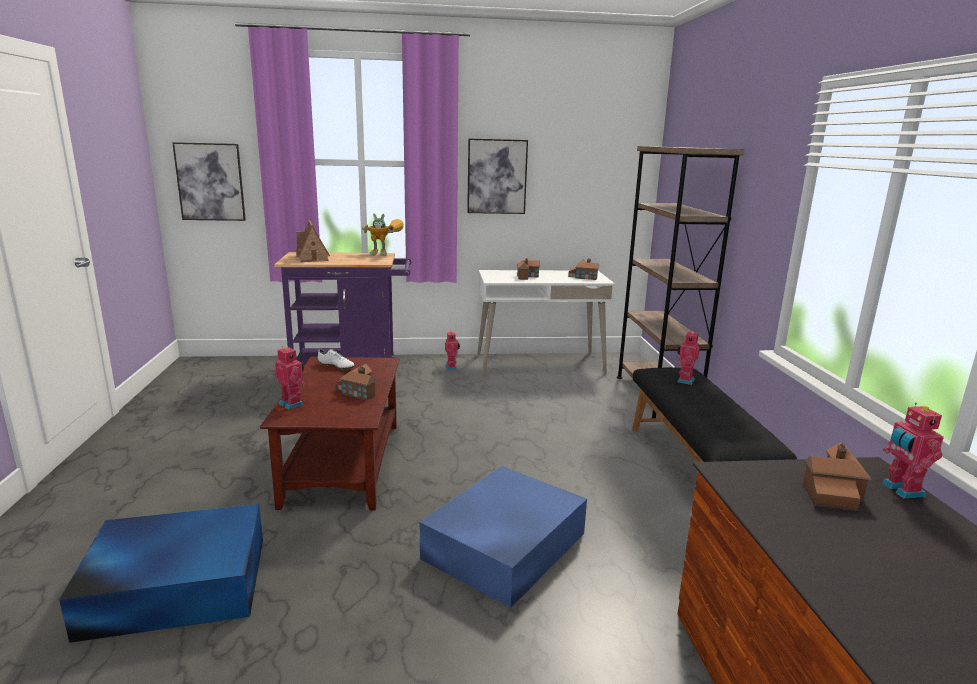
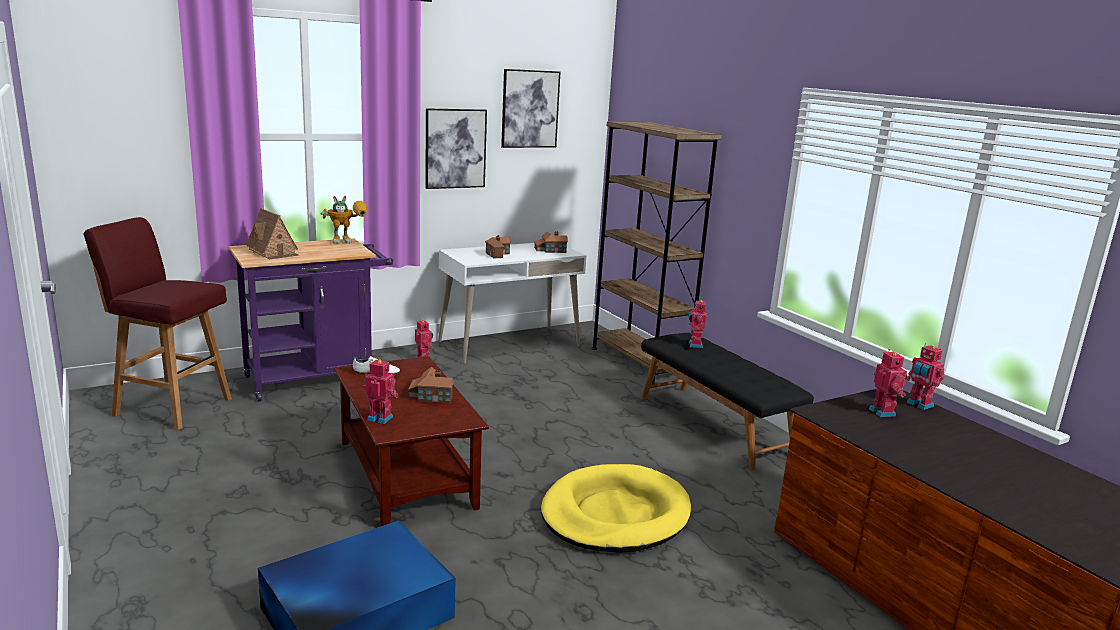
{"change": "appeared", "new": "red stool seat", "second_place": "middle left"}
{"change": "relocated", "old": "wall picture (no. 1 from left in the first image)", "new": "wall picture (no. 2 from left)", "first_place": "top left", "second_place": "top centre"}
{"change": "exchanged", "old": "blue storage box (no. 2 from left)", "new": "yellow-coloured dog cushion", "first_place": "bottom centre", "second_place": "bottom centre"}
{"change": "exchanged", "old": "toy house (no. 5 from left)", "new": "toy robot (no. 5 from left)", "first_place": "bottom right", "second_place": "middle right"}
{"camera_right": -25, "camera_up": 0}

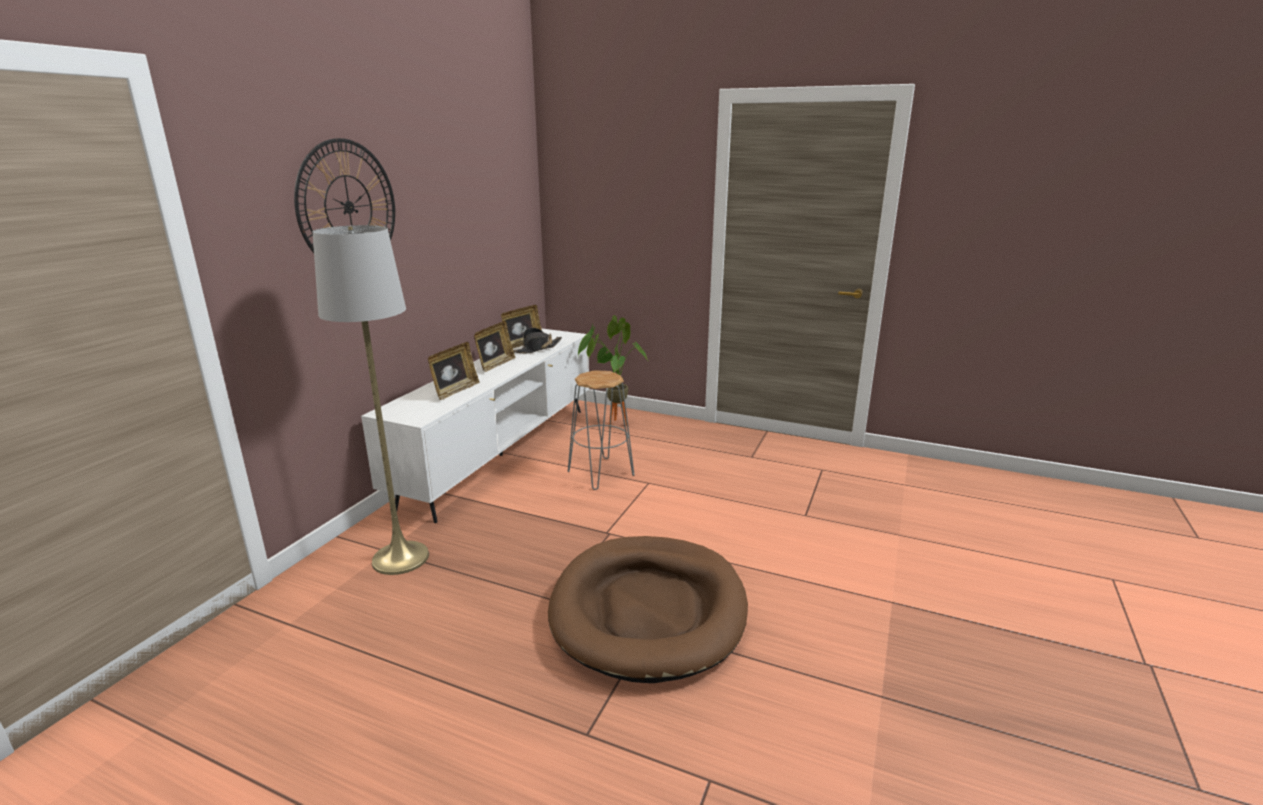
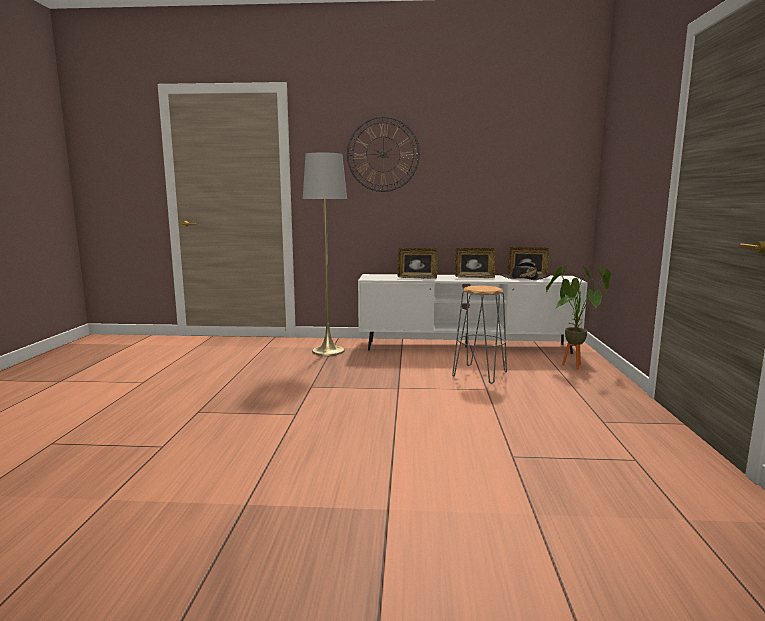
{"change": "missing", "old": "brown-coloured dog cushion", "first_place": "bottom centre"}
{"camera_right": 70, "camera_up": -10}

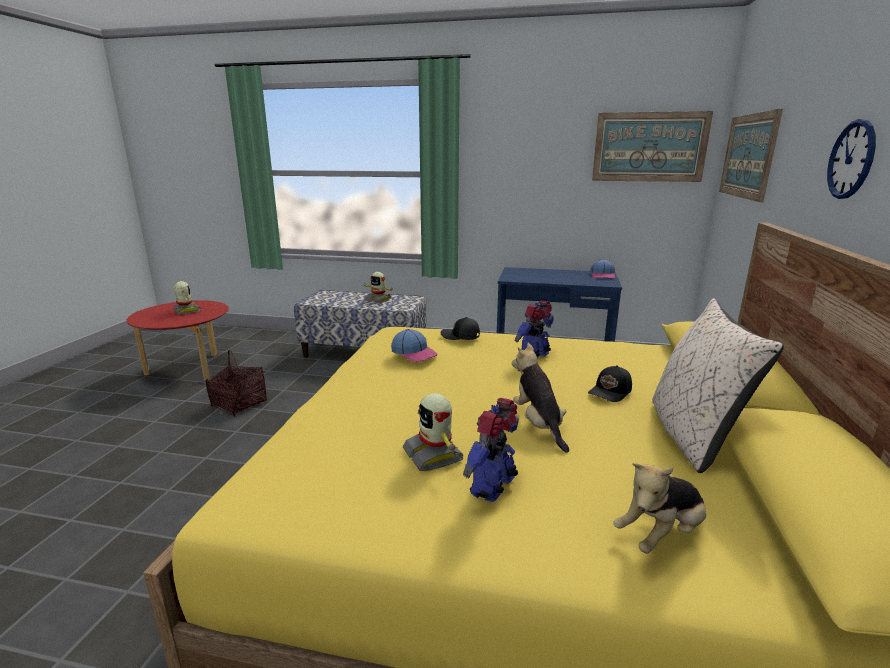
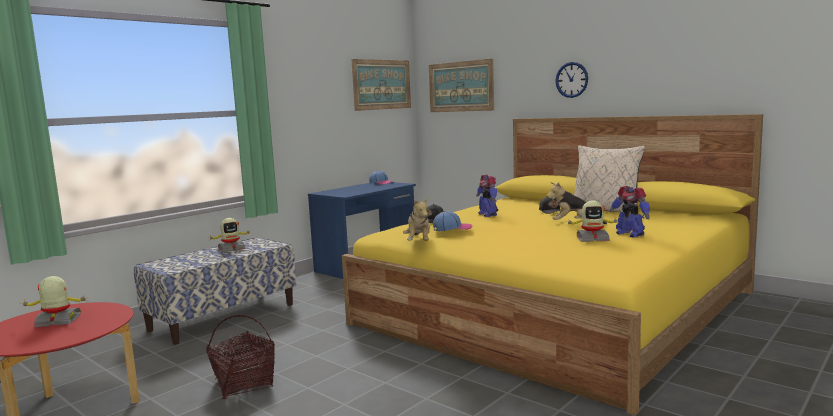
{"change": "relocated", "old": "soft toy (no. 2 from left in the first image)", "new": "soft toy (no. 1 from left)", "first_place": "bottom right", "second_place": "centre"}
{"camera_right": -60, "camera_up": -10}

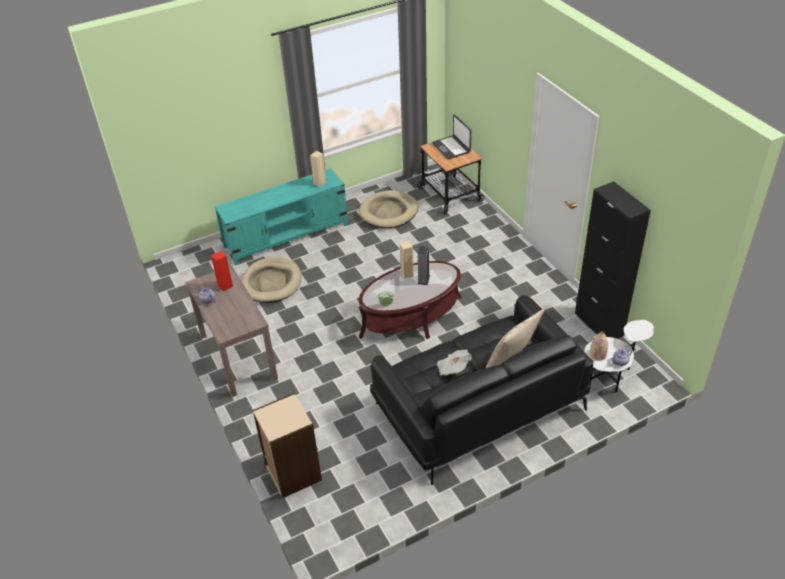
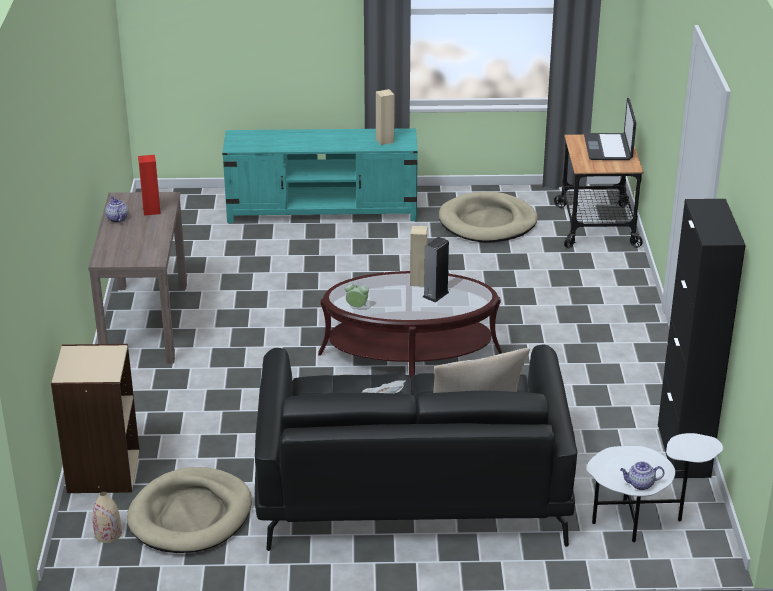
{"change": "relocated", "old": "beige dog cushion (no. 1 from left)", "first_place": "centre", "second_place": "bottom left"}
{"change": "relocated", "old": "beige vase", "first_place": "middle right", "second_place": "bottom left"}
{"camera_right": 25, "camera_up": -10}

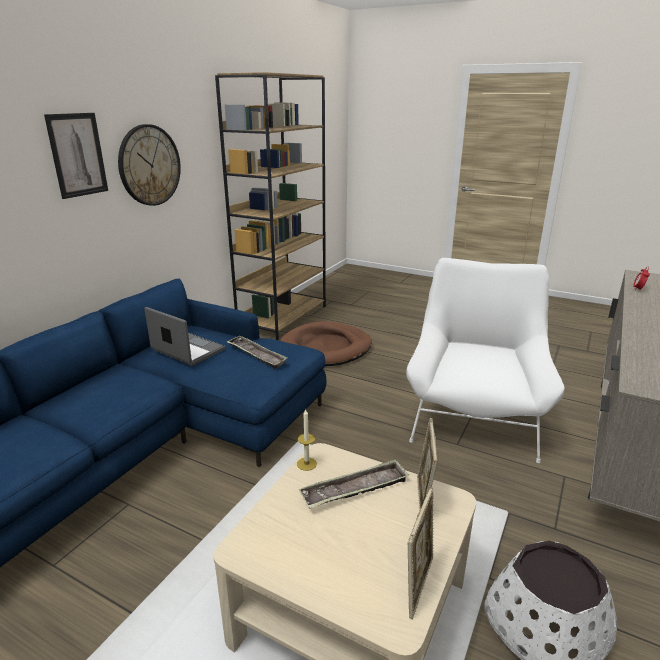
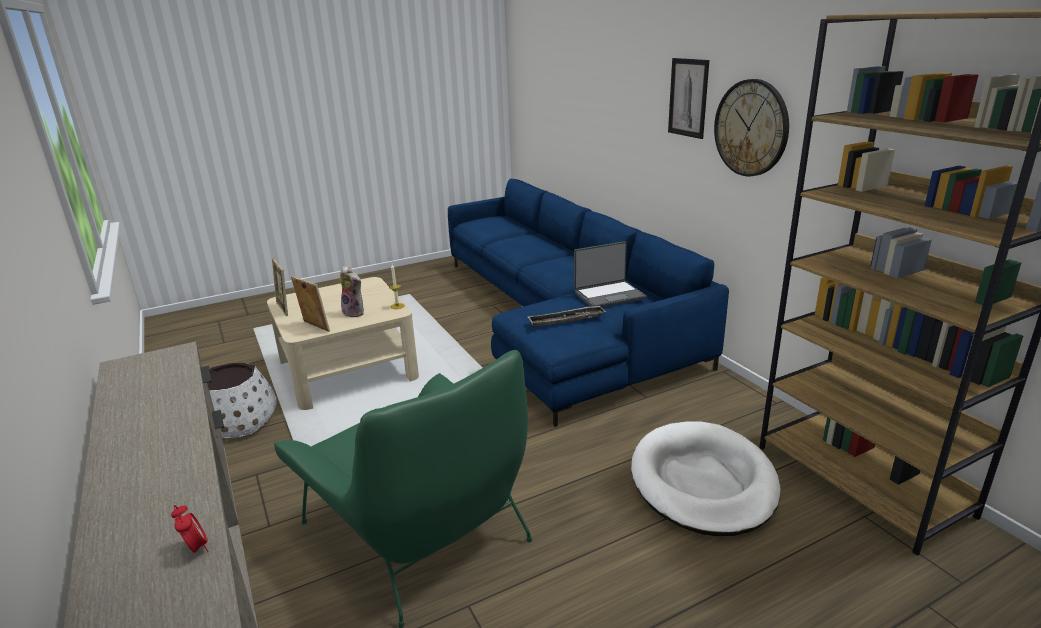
{"change": "exchanged", "old": "carrying tray (no. 2 from left)", "new": "soft toy", "first_place": "bottom centre", "second_place": "centre"}
{"change": "colour", "old": "brown-coloured dog cushion", "new": "white dog cushion", "first_place": "centre", "second_place": "bottom right"}
{"change": "colour", "old": "white armchair", "new": "green-coloured armchair", "first_place": "middle right", "second_place": "bottom centre"}
{"camera_right": 125, "camera_up": 0}

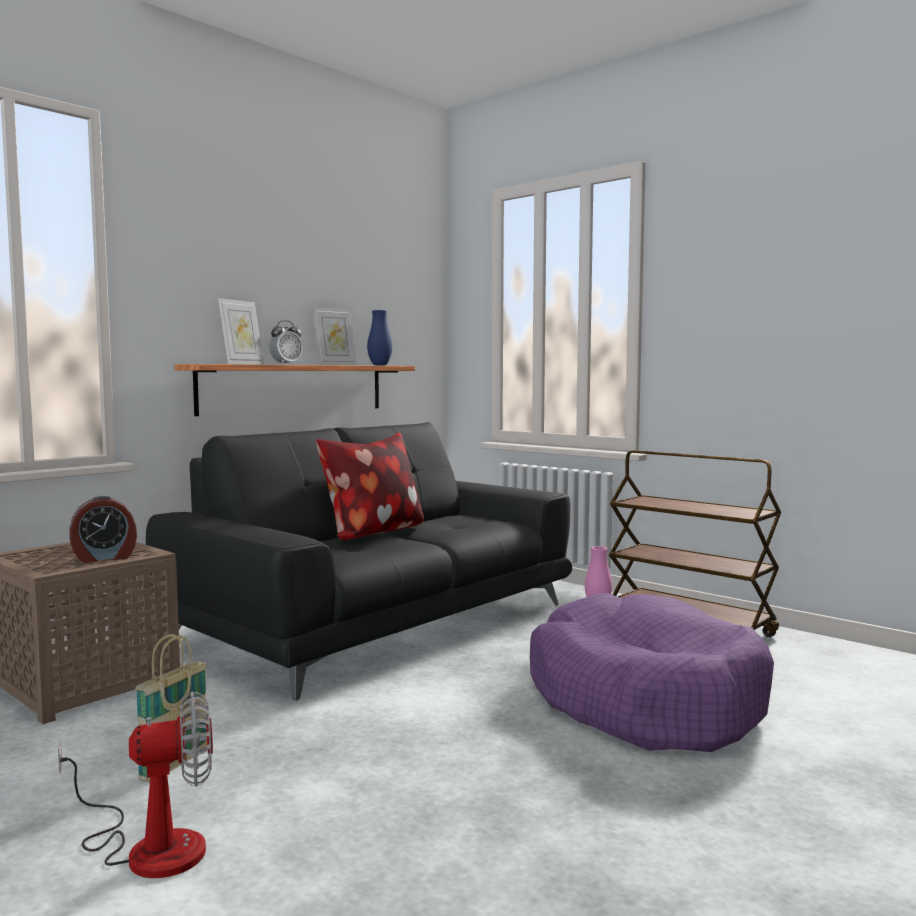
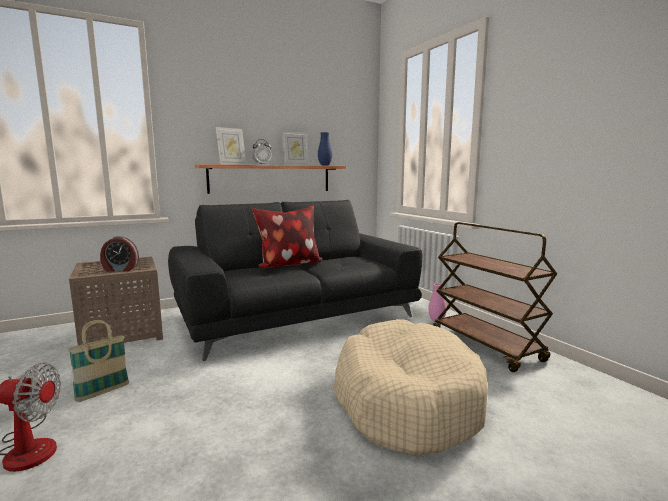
{"change": "colour", "old": "purple-coloured dog cushion", "new": "beige dog cushion", "first_place": "bottom right", "second_place": "bottom centre"}
{"camera_right": 20, "camera_up": 5}

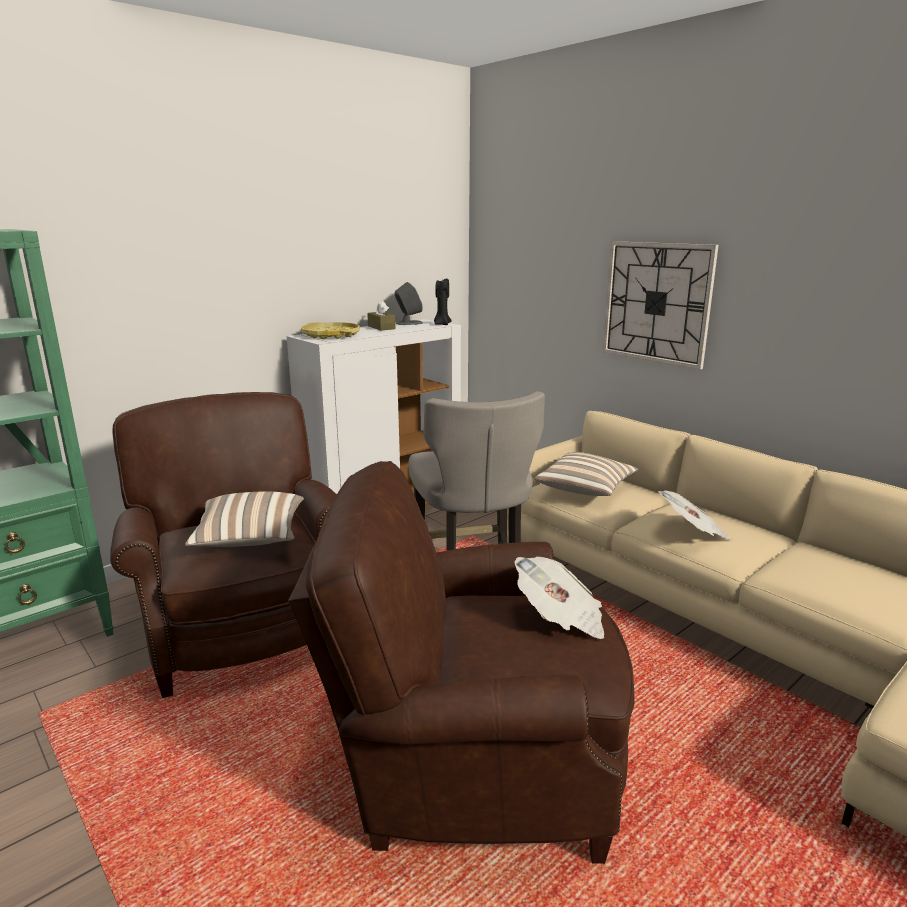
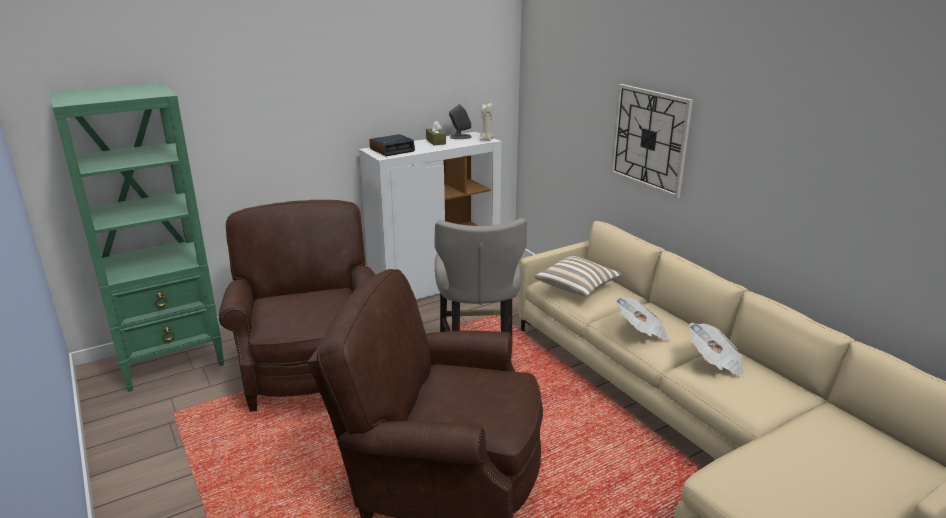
{"change": "missing", "old": "throw pillow (no. 1 from left)", "first_place": "middle left"}
{"change": "relocated", "old": "newspaper (no. 1 from left in the first image)", "new": "newspaper (no. 2 from left)", "first_place": "centre", "second_place": "bottom right"}
{"change": "exchanged", "old": "yellow-coloured carrying tray", "new": "alarm clock", "first_place": "centre", "second_place": "top centre"}
{"change": "colour", "old": "blackish candle", "new": "beige candle", "first_place": "top centre", "second_place": "top centre"}
{"camera_right": 10, "camera_up": 5}

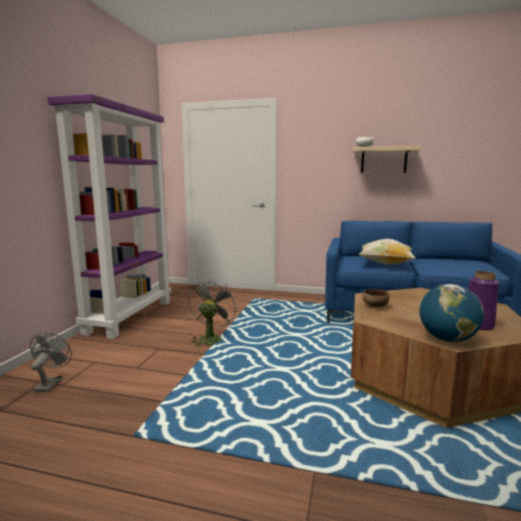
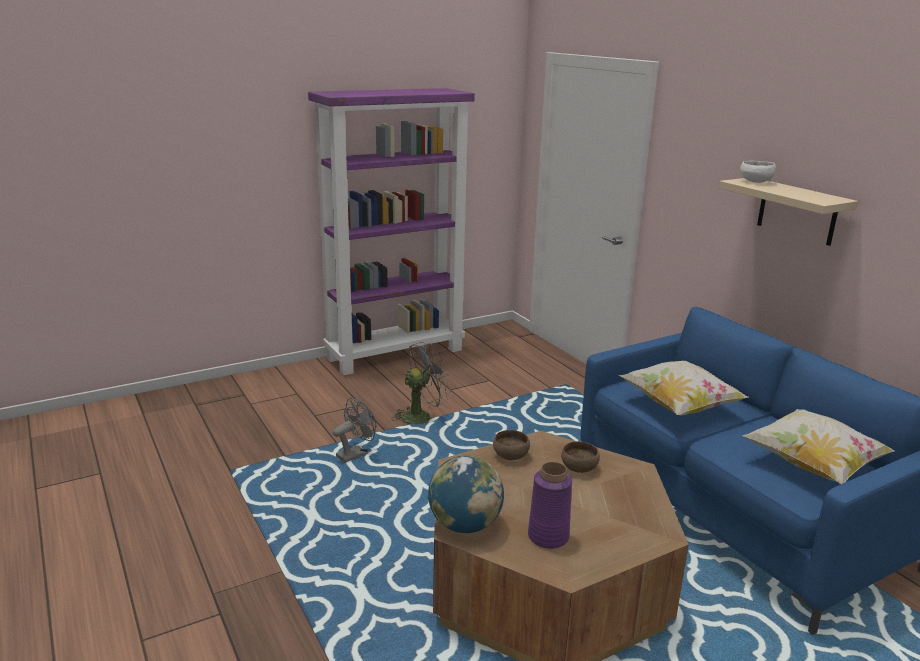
{"change": "appeared", "new": "brown-coloured deep dish (no. 2 from left)", "second_place": "bottom centre"}
{"change": "appeared", "new": "throw pillow (no. 2 from left)", "second_place": "bottom right"}
{"change": "relocated", "old": "gray fan (no. 1 from left)", "first_place": "bottom left", "second_place": "centre"}
{"camera_right": 45, "camera_up": 10}

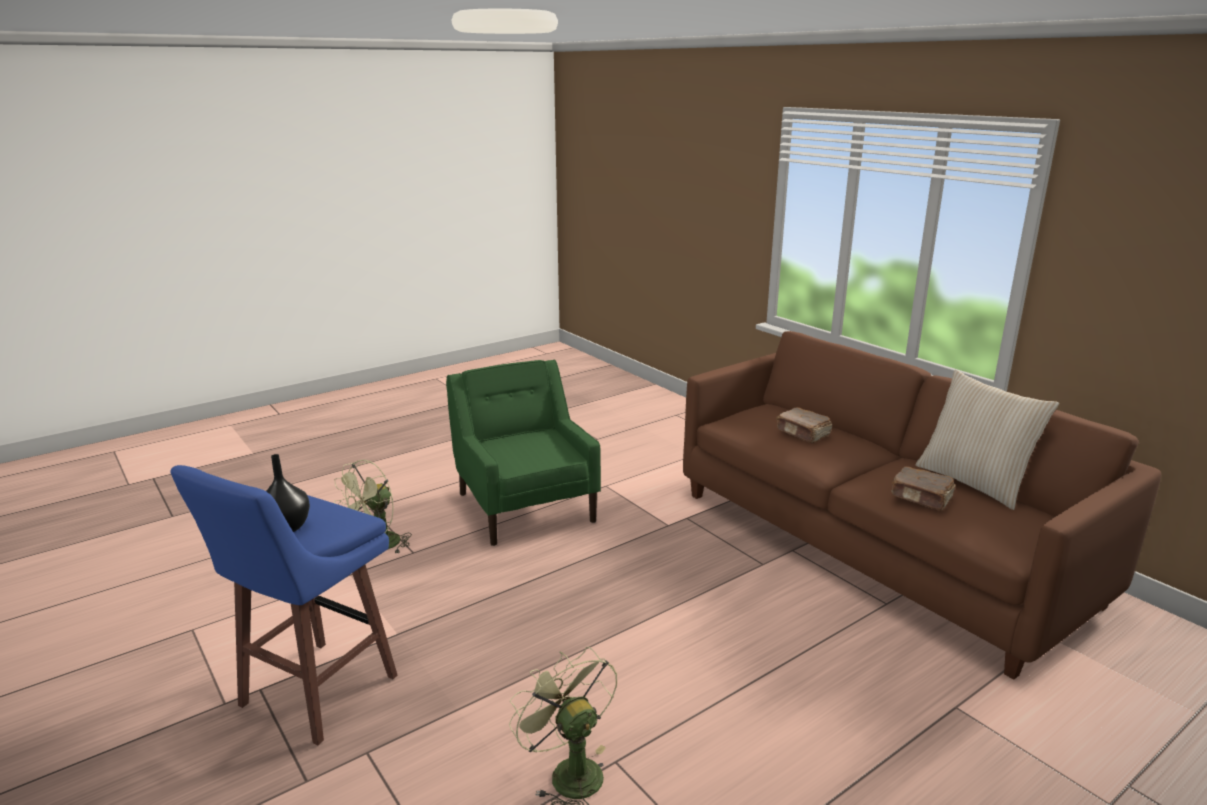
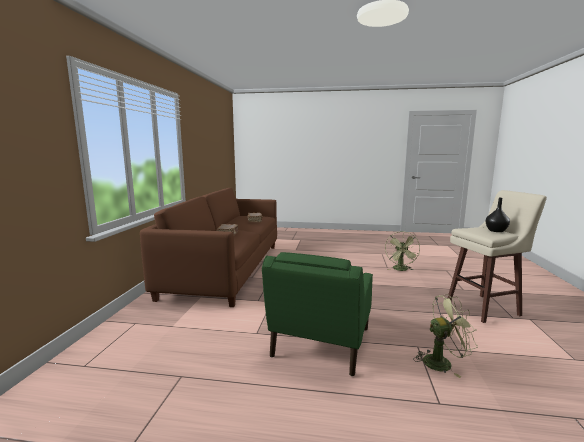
{"change": "missing", "old": "beige throw pillow", "first_place": "middle right"}
{"change": "colour", "old": "blue stool seat", "new": "beige stool seat", "first_place": "bottom left", "second_place": "middle right"}
{"camera_right": -135, "camera_up": -10}

